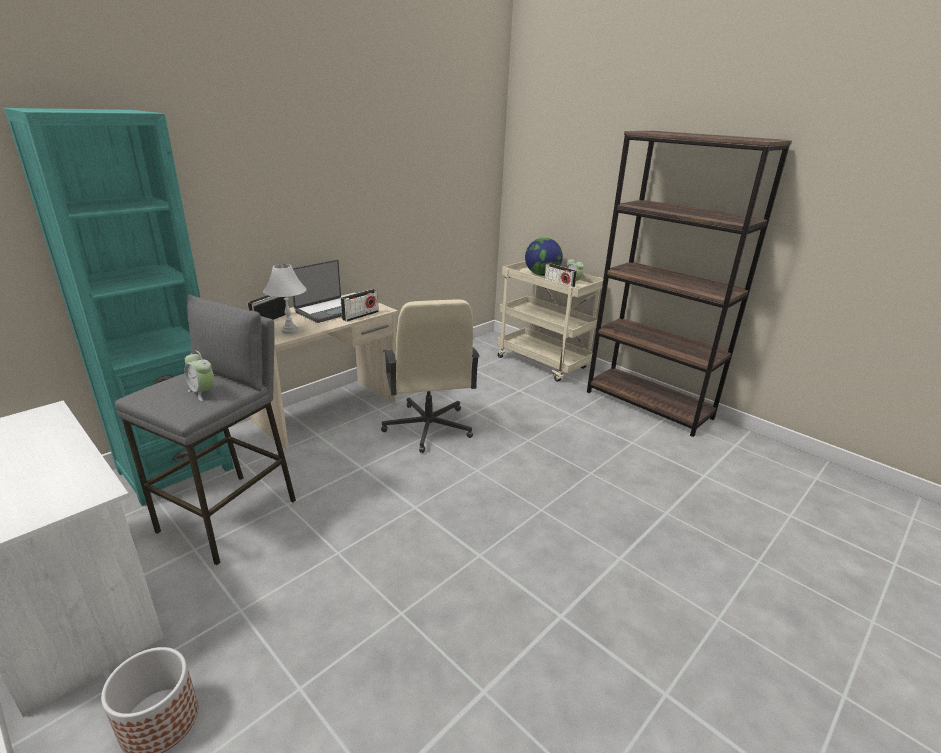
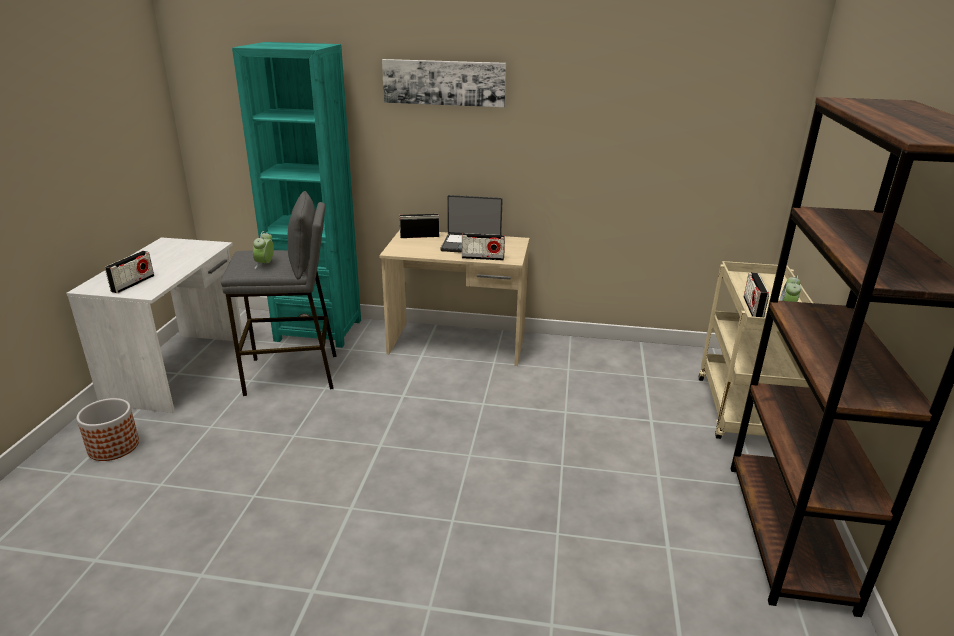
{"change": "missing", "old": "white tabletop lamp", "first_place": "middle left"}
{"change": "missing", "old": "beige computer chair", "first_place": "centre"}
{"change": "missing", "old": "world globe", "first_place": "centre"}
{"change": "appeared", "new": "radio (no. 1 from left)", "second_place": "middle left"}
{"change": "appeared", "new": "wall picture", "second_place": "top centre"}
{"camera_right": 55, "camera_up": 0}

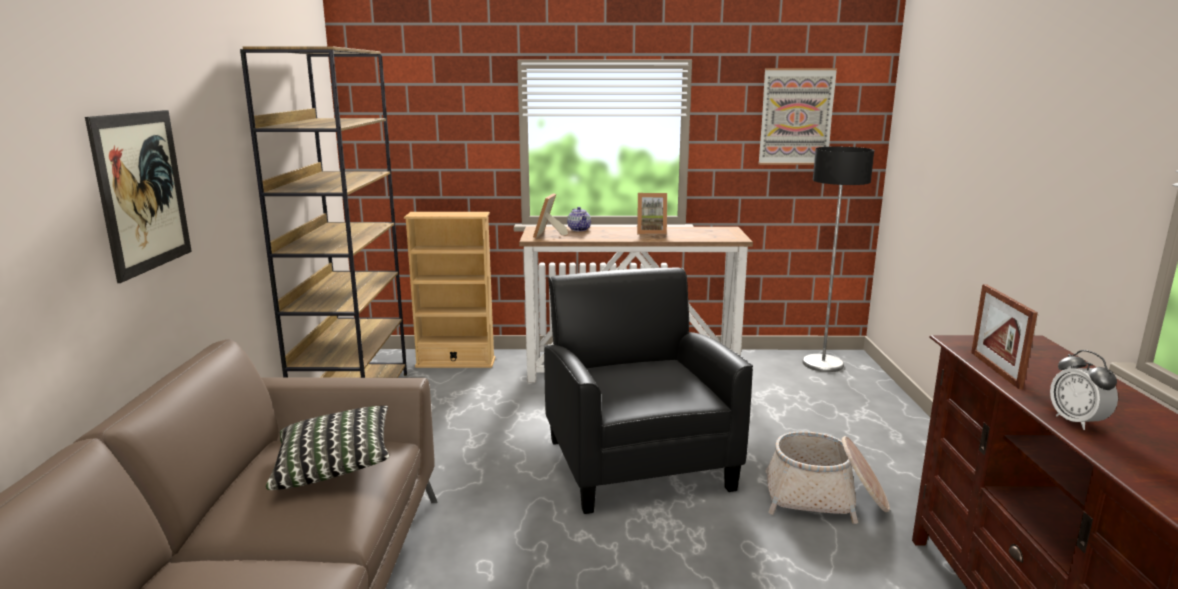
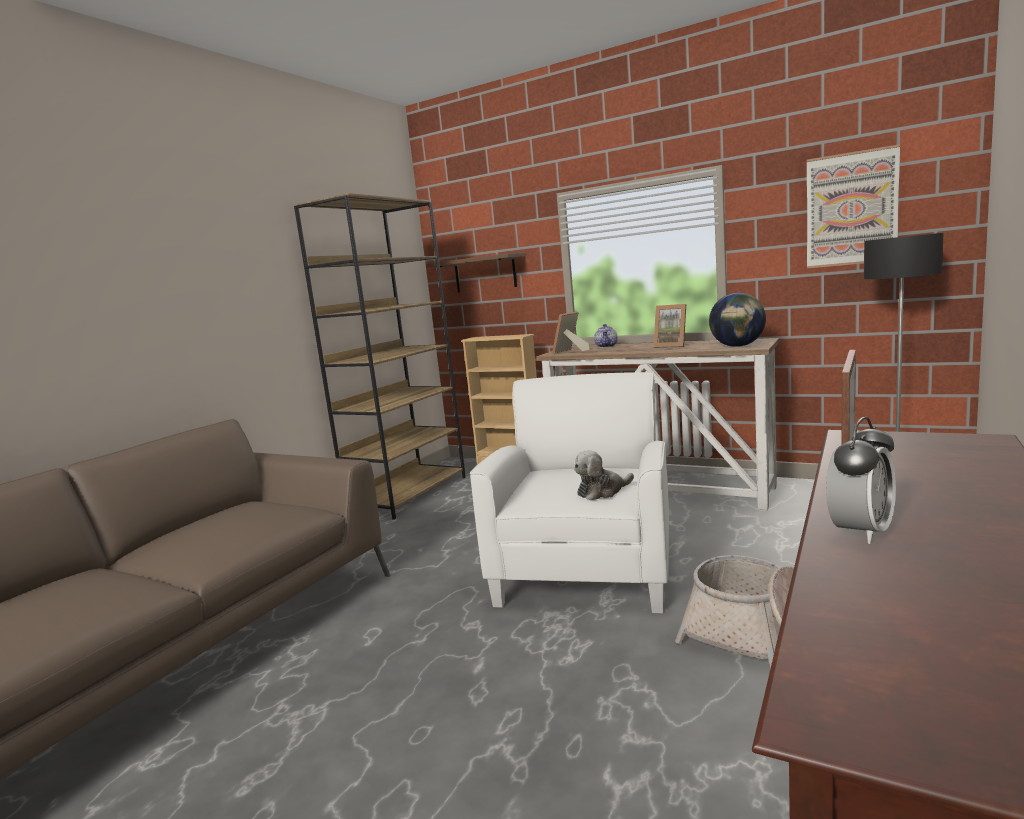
{"change": "missing", "old": "wall picture (no. 1 from left)", "first_place": "top left"}
{"change": "missing", "old": "throw pillow", "first_place": "bottom left"}
{"change": "appeared", "new": "brown-coloured shelf", "second_place": "top centre"}
{"change": "appeared", "new": "soft toy", "second_place": "centre"}
{"change": "appeared", "new": "world globe", "second_place": "middle right"}
{"change": "colour", "old": "blackish armchair", "new": "white armchair", "first_place": "centre", "second_place": "centre"}
{"change": "spun", "old": "alarm clock", "first_place": "middle right", "second_place": "middle right", "degrees": -150}
{"camera_right": 30, "camera_up": -5}

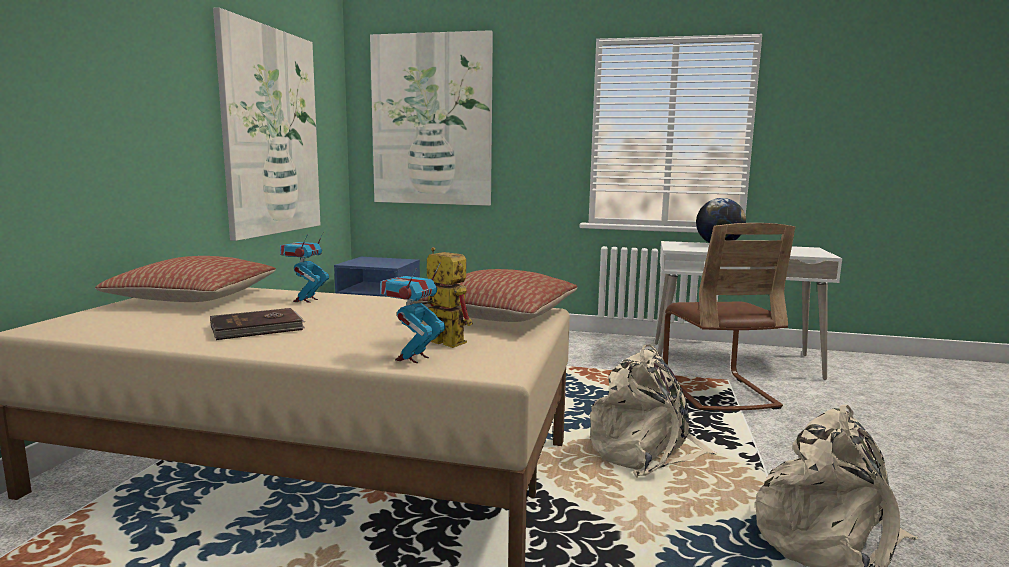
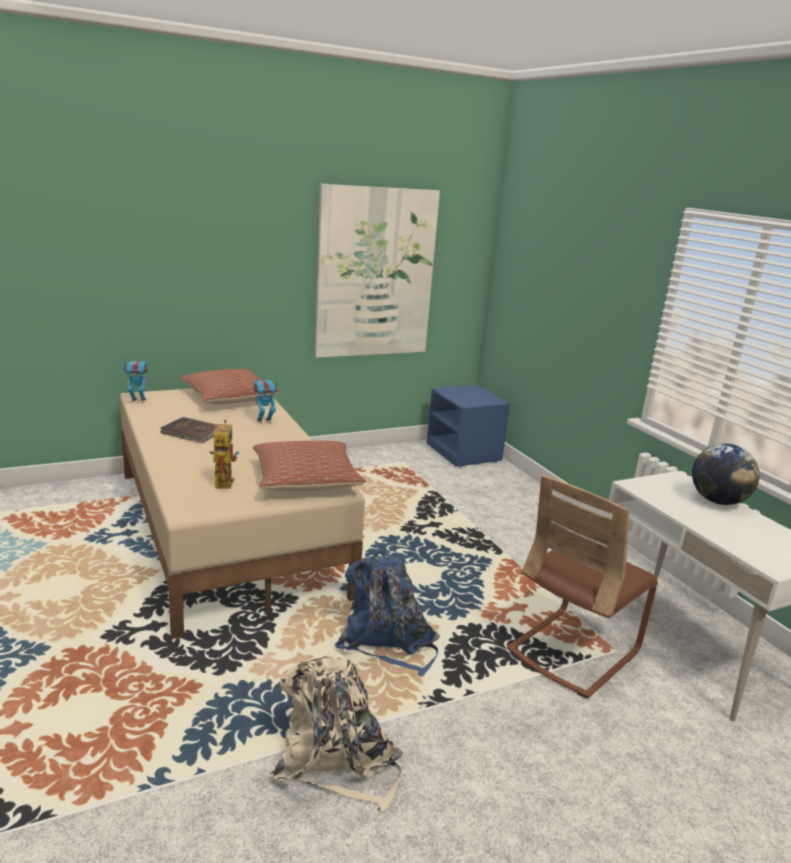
{"change": "missing", "old": "wall picture (no. 2 from left)", "first_place": "top centre"}
{"change": "relocated", "old": "toy robot (no. 2 from left in the first image)", "new": "toy robot (no. 1 from left)", "first_place": "centre", "second_place": "middle left"}
{"change": "colour", "old": "beige rucksack (no. 1 from left)", "new": "blue rucksack", "first_place": "bottom centre", "second_place": "bottom centre"}
{"camera_right": 50, "camera_up": 10}

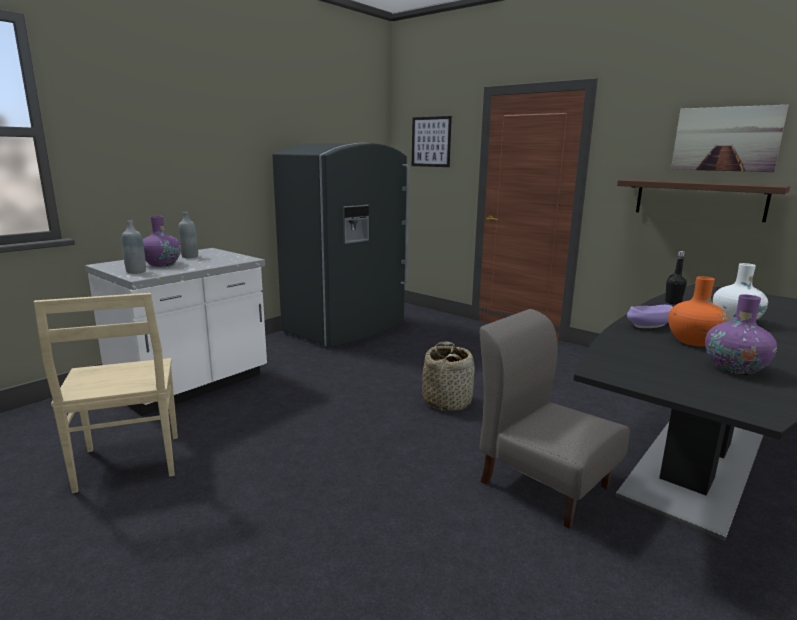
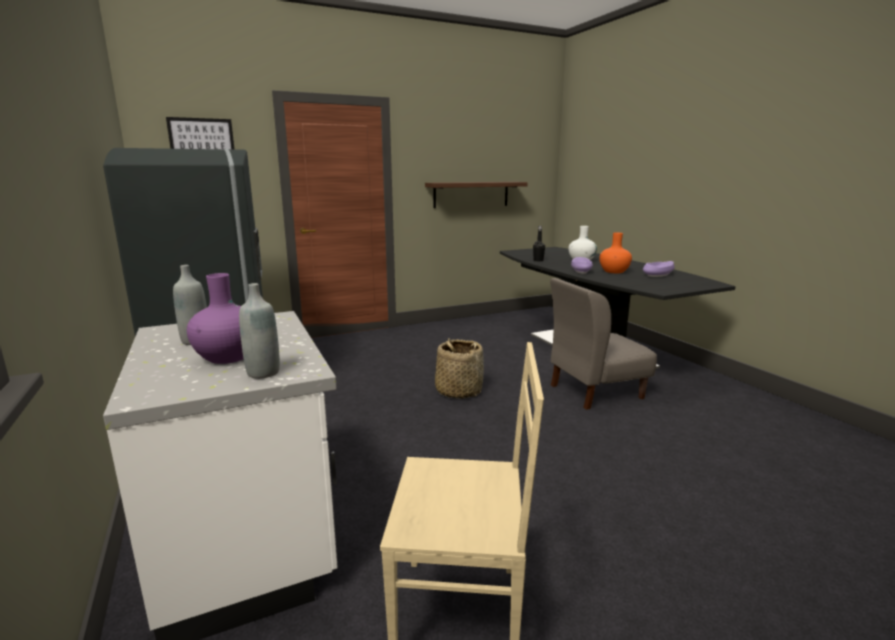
{"change": "missing", "old": "wall picture (no. 2 from left)", "first_place": "top right"}
{"change": "exchanged", "old": "purple-coloured vase (no. 2 from left)", "new": "purple-coloured deep dish (no. 2 from left)", "first_place": "middle right", "second_place": "middle right"}
{"camera_right": -65, "camera_up": 0}

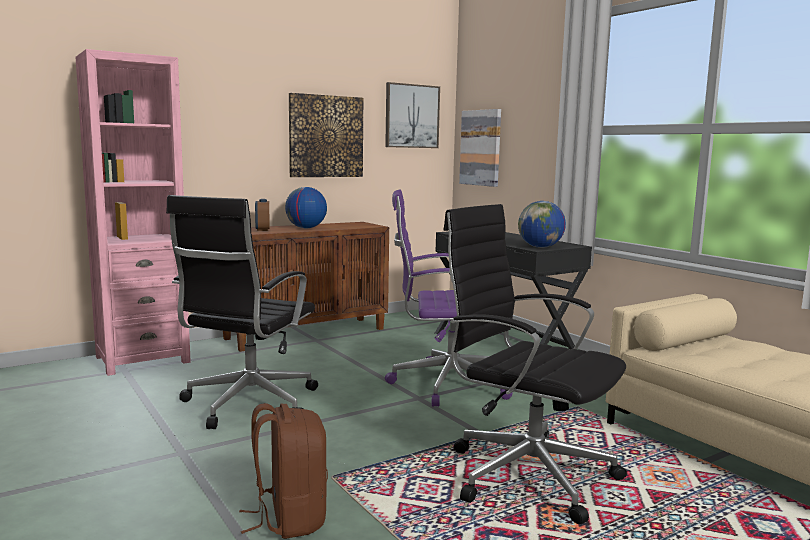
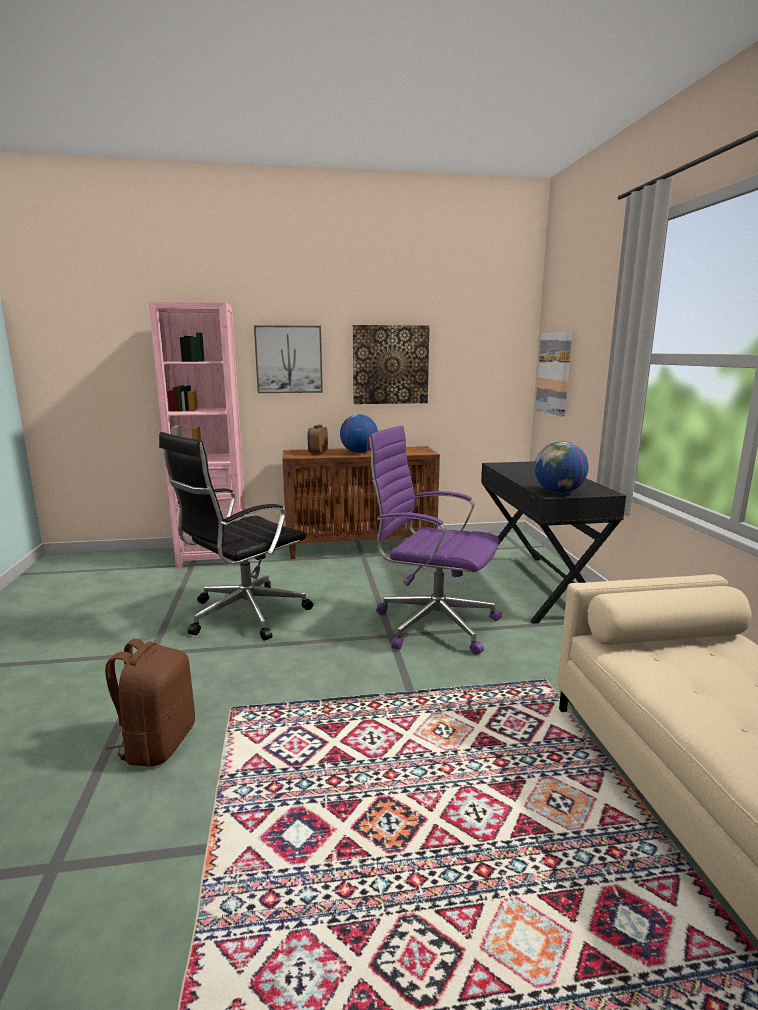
{"change": "missing", "old": "blackish computer chair (no. 2 from left)", "first_place": "bottom centre"}
{"change": "relocated", "old": "wall picture (no. 2 from left in the first image)", "new": "wall picture (no. 1 from left)", "first_place": "top centre", "second_place": "centre"}
{"camera_right": 25, "camera_up": 5}

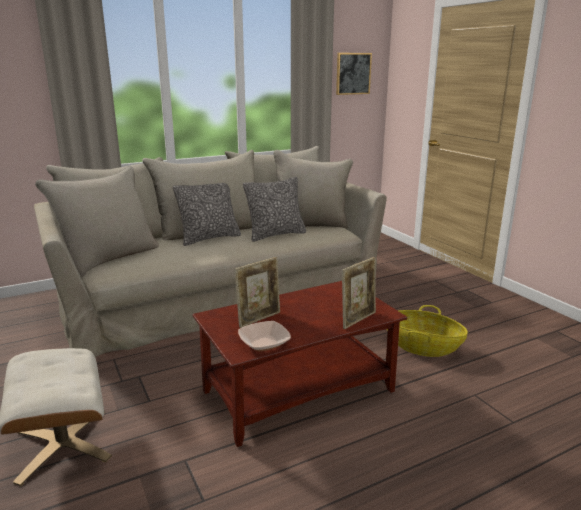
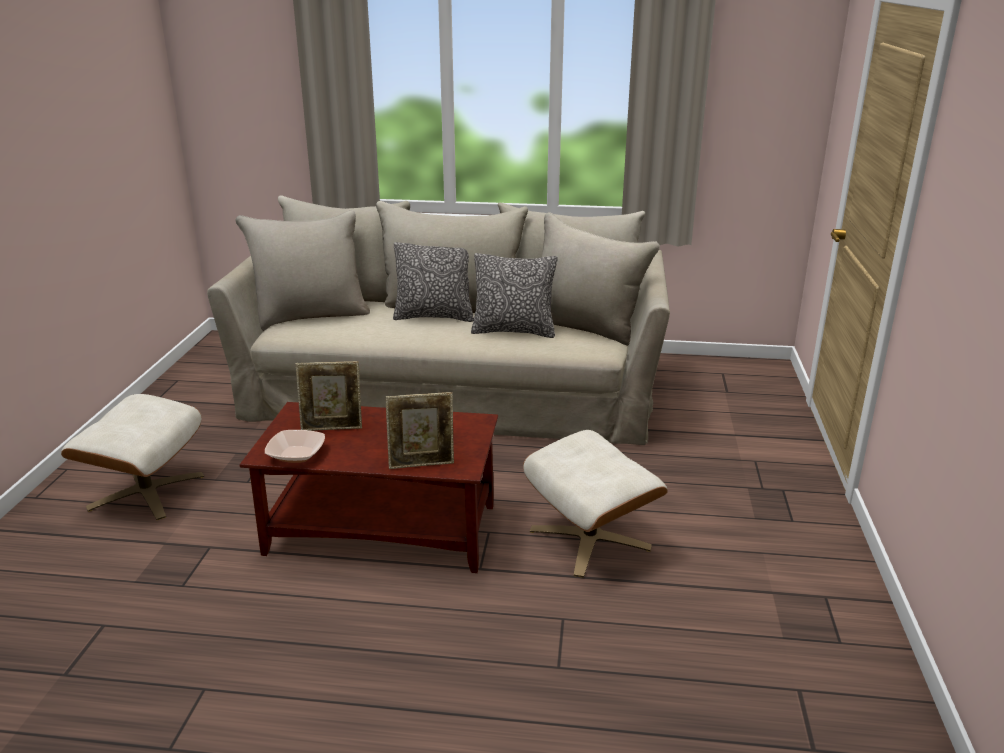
{"change": "missing", "old": "wall picture", "first_place": "top centre"}
{"change": "exchanged", "old": "basket", "new": "beige footrest (no. 2 from left)", "first_place": "middle right", "second_place": "bottom centre"}
{"camera_right": 35, "camera_up": 5}

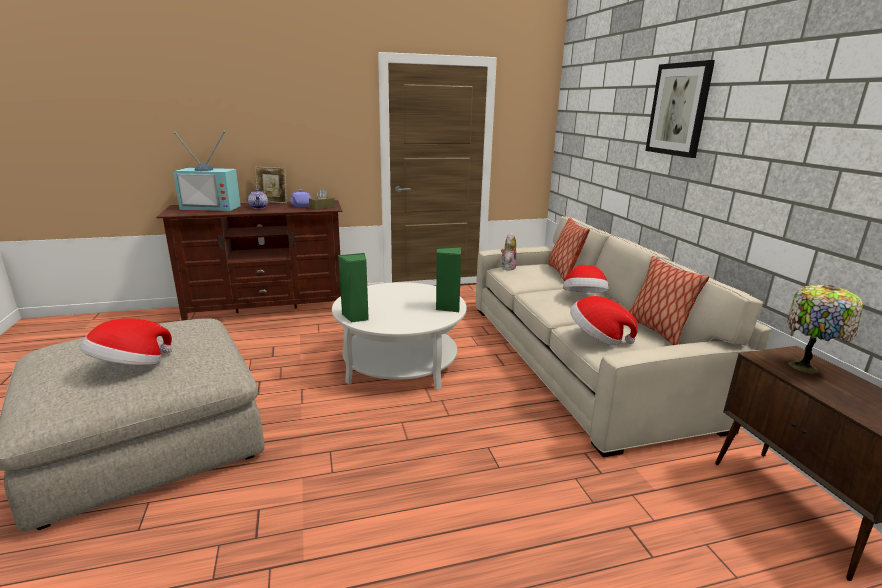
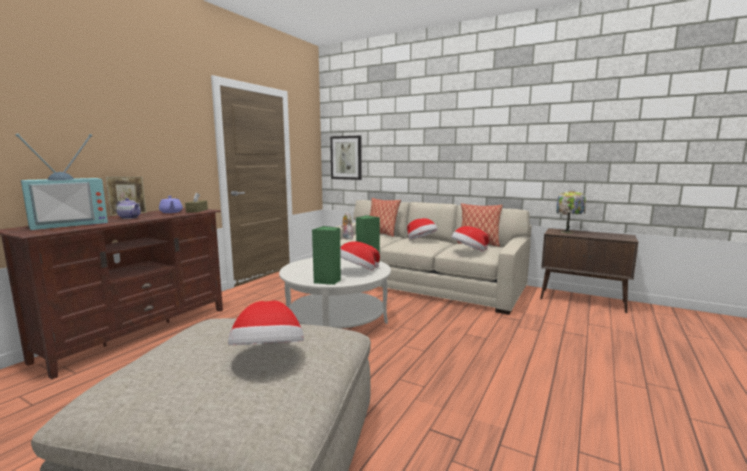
{"change": "appeared", "new": "hat (no. 2 from left)", "second_place": "centre"}
{"change": "relocated", "old": "wall picture", "first_place": "top right", "second_place": "centre"}
{"camera_right": -45, "camera_up": -10}

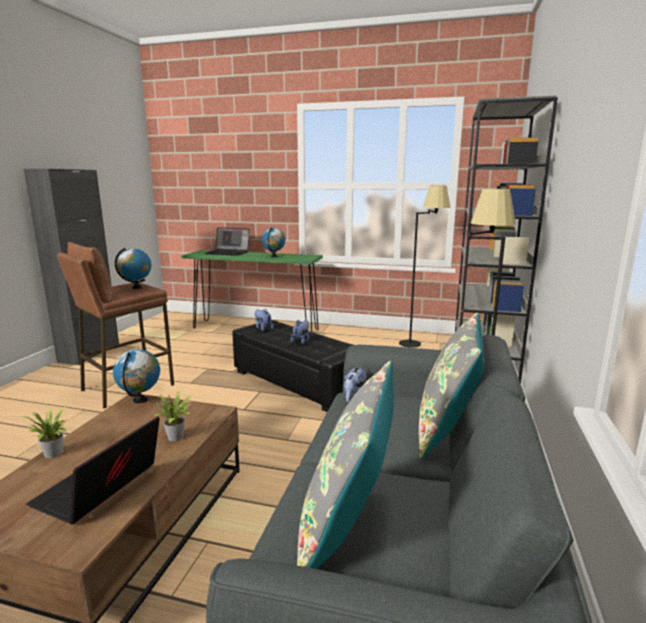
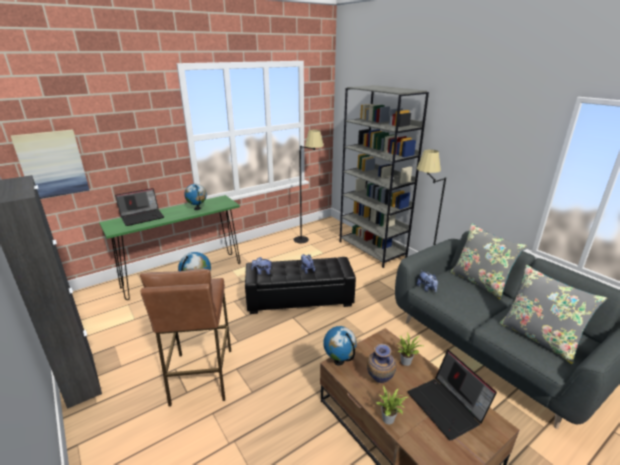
{"change": "appeared", "new": "wall picture", "second_place": "middle left"}
{"change": "appeared", "new": "vase", "second_place": "bottom centre"}
{"camera_right": -50, "camera_up": 10}

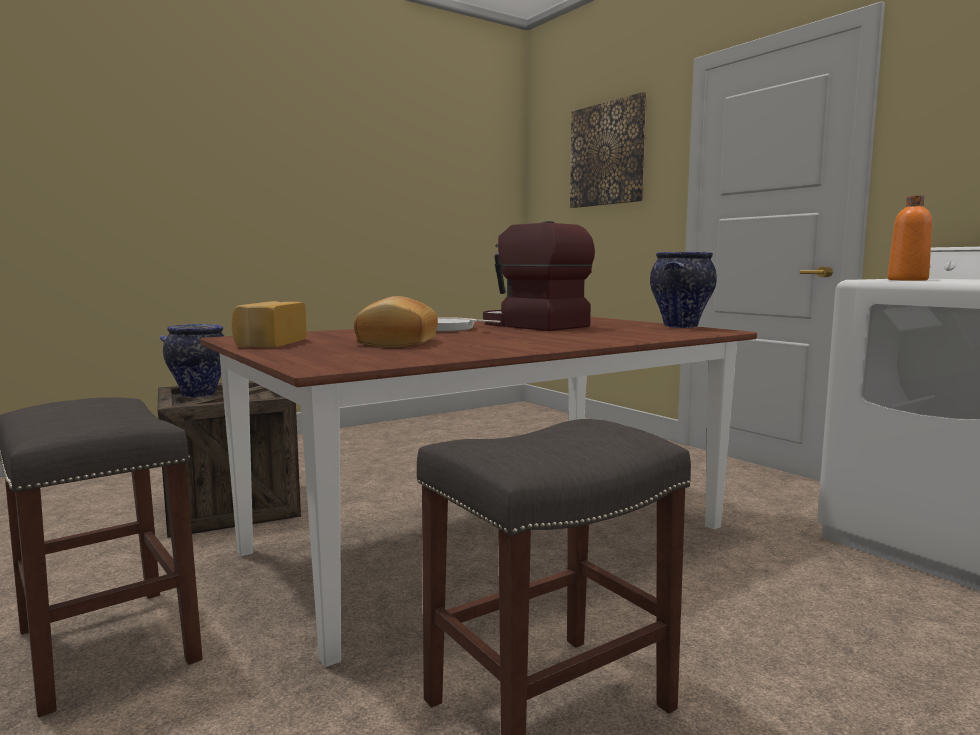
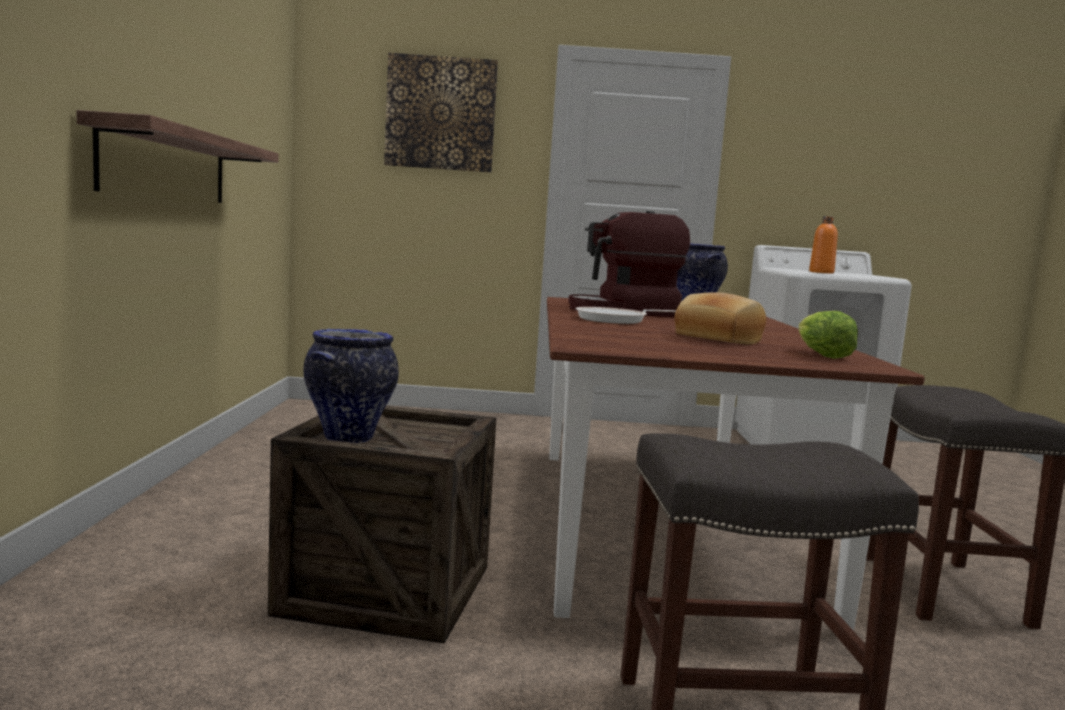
{"change": "missing", "old": "bread (no. 1 from left)", "first_place": "middle left"}
{"change": "appeared", "new": "shelf", "second_place": "top left"}
{"change": "appeared", "new": "lettuce", "second_place": "middle right"}
{"camera_right": -55, "camera_up": 0}

